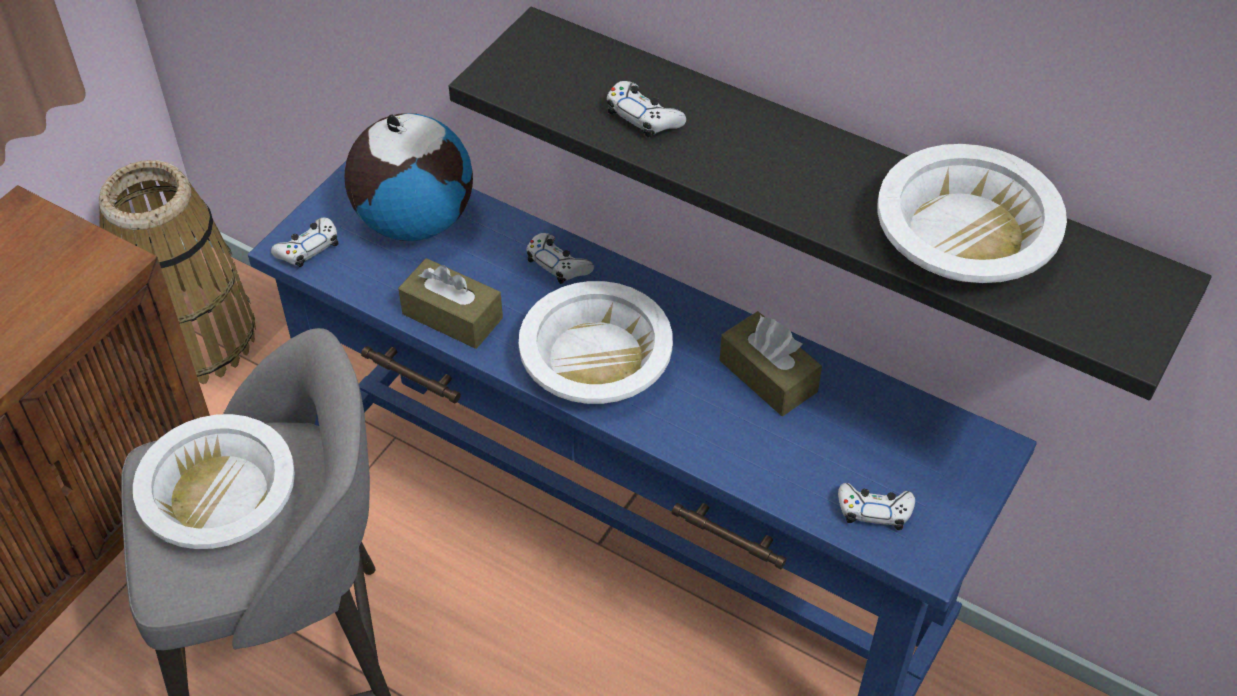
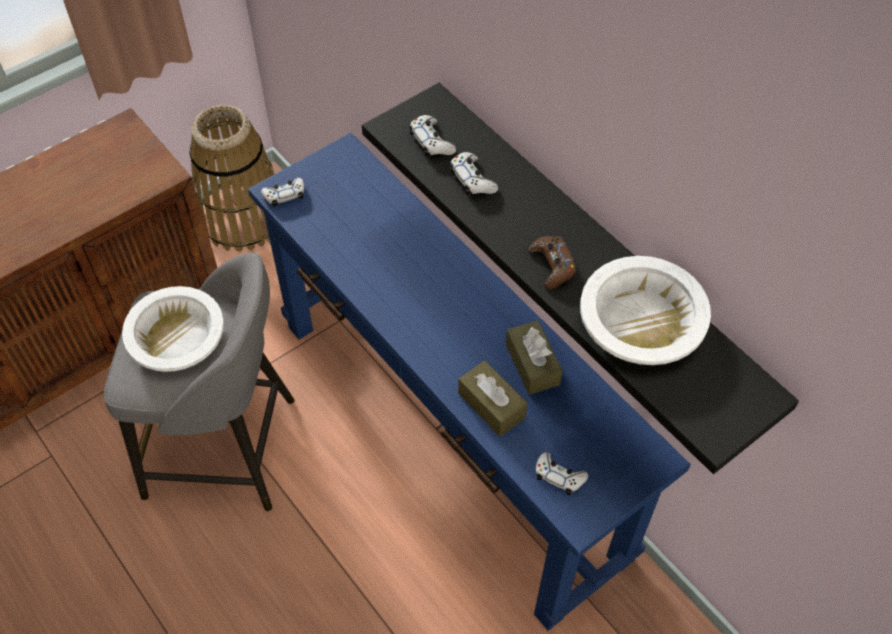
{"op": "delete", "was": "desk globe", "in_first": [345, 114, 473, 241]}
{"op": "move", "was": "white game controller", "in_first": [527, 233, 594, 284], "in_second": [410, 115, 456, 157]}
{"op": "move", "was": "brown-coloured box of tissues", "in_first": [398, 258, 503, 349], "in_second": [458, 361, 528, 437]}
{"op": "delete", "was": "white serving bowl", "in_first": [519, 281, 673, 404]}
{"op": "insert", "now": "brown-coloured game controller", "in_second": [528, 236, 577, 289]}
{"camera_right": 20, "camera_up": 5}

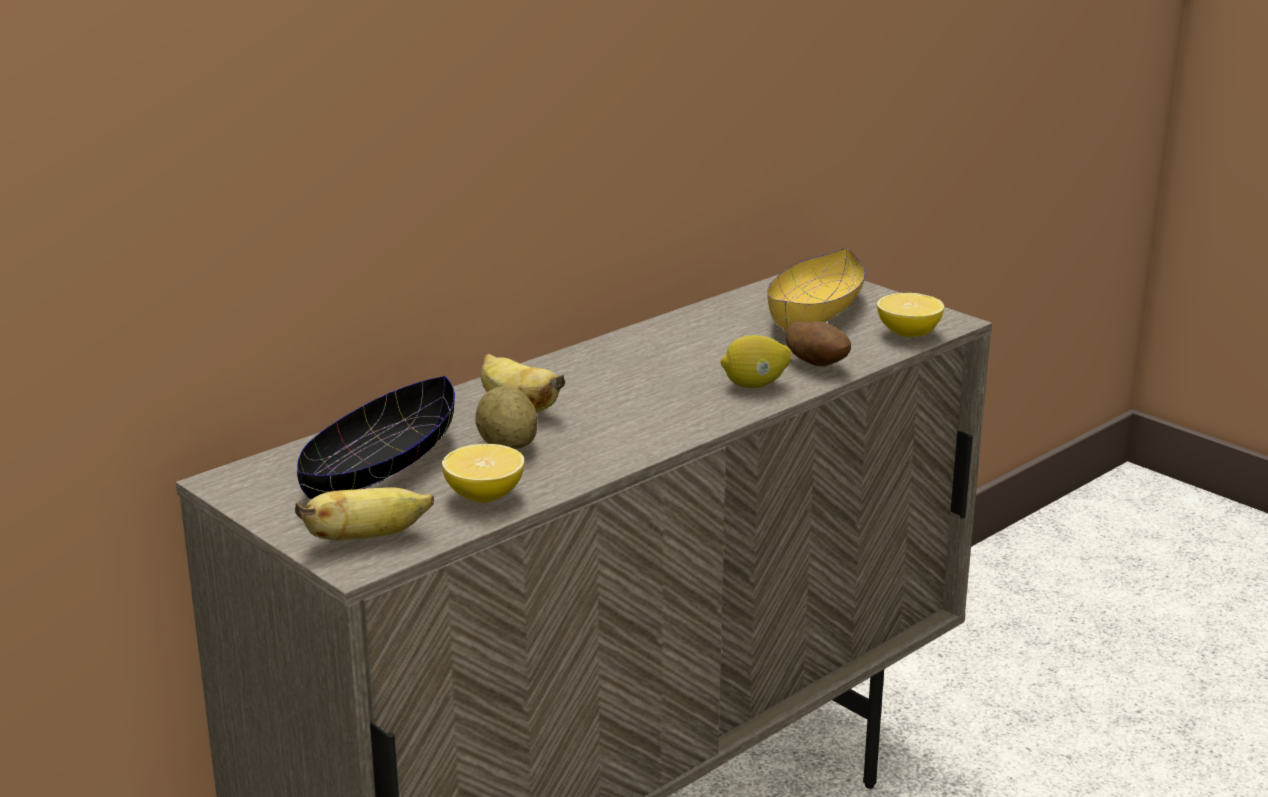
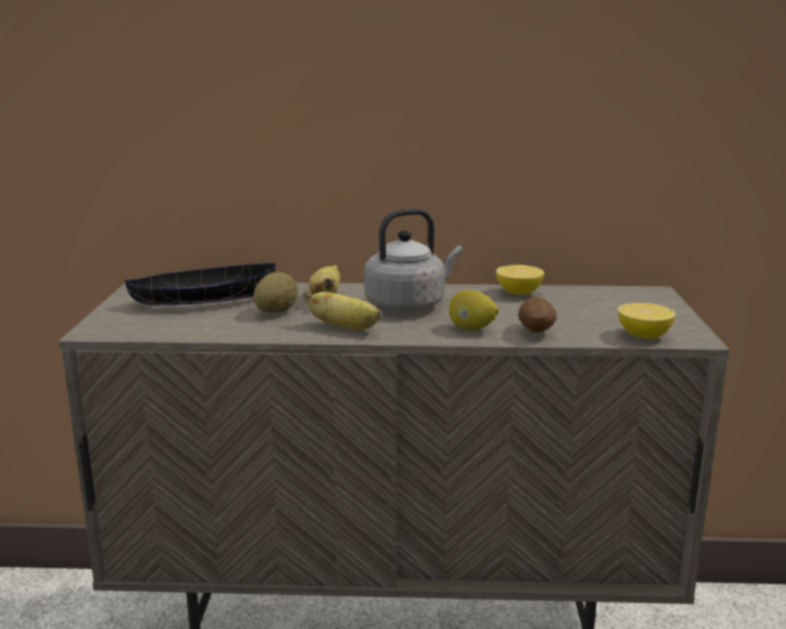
{"op": "delete", "was": "yellowish serving bowl", "in_first": [767, 247, 865, 331]}
{"op": "move", "was": "whole lemon", "in_first": [442, 444, 525, 503], "in_second": [496, 265, 544, 295]}
{"op": "move", "was": "banana", "in_first": [295, 487, 434, 540], "in_second": [304, 290, 381, 330]}
{"op": "insert", "now": "greyish tea kettle", "in_second": [364, 208, 463, 312]}
{"camera_right": 45, "camera_up": -5}

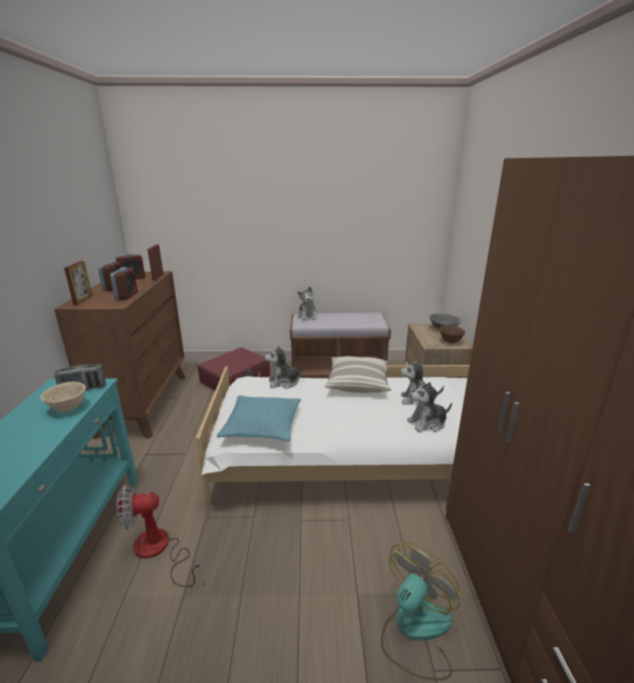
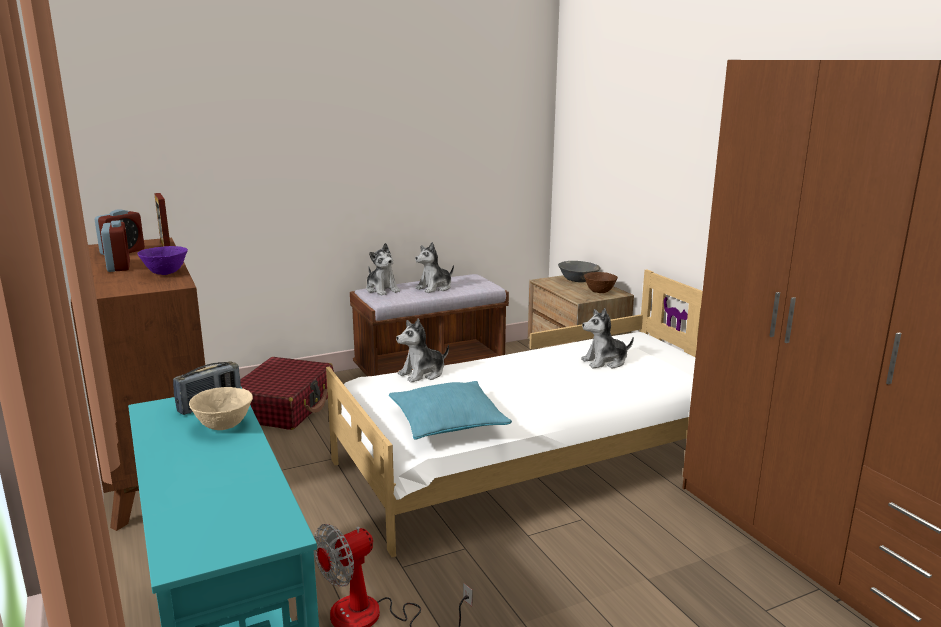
{"op": "delete", "was": "standing frame", "in_first": [64, 261, 92, 305]}
{"op": "replace", "was": "alarm clock", "now": "purple-coloured serving bowl", "in_first": [110, 267, 138, 300], "in_second": [137, 246, 188, 275]}
{"op": "delete", "was": "pillow", "in_first": [324, 356, 391, 393]}
{"op": "move", "was": "plush toy", "in_first": [407, 379, 452, 432], "in_second": [415, 242, 454, 293]}
{"op": "delete", "was": "electric fan", "in_first": [381, 542, 460, 681]}
{"camera_right": -25, "camera_up": -5}

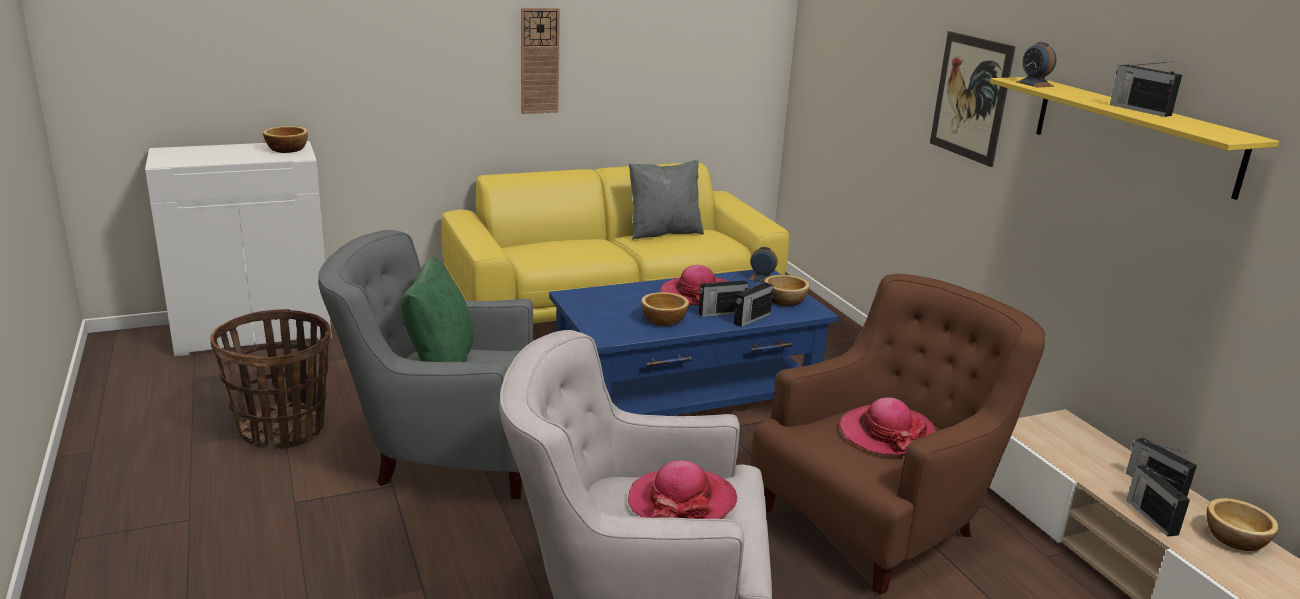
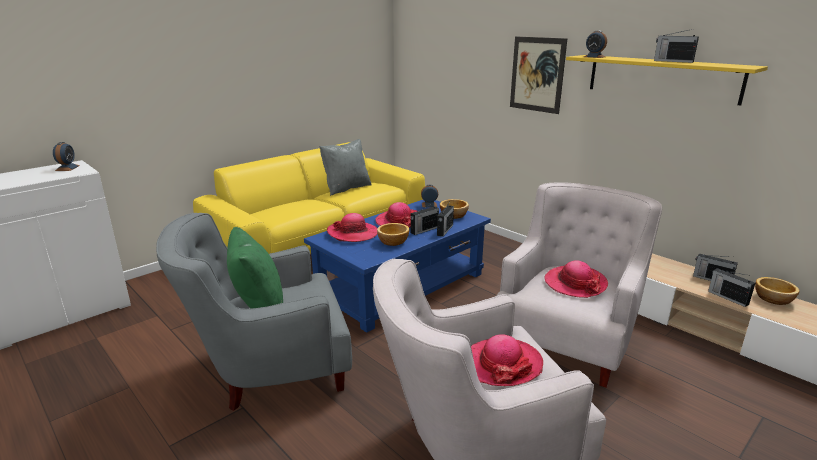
{"op": "delete", "was": "hanging clock", "in_first": [521, 8, 560, 114]}
{"op": "replace", "was": "serving bowl", "now": "alarm clock", "in_first": [263, 126, 308, 153], "in_second": [53, 142, 80, 171]}
{"op": "recolor", "was": "brown-coloured lounge chair", "now": "white lounge chair", "in_first": [750, 274, 1045, 595], "in_second": [497, 182, 662, 388]}
{"op": "delete", "was": "basket", "in_first": [210, 309, 331, 450]}
{"op": "insert", "now": "hat", "in_second": [327, 213, 377, 242]}
{"camera_right": -20, "camera_up": 0}

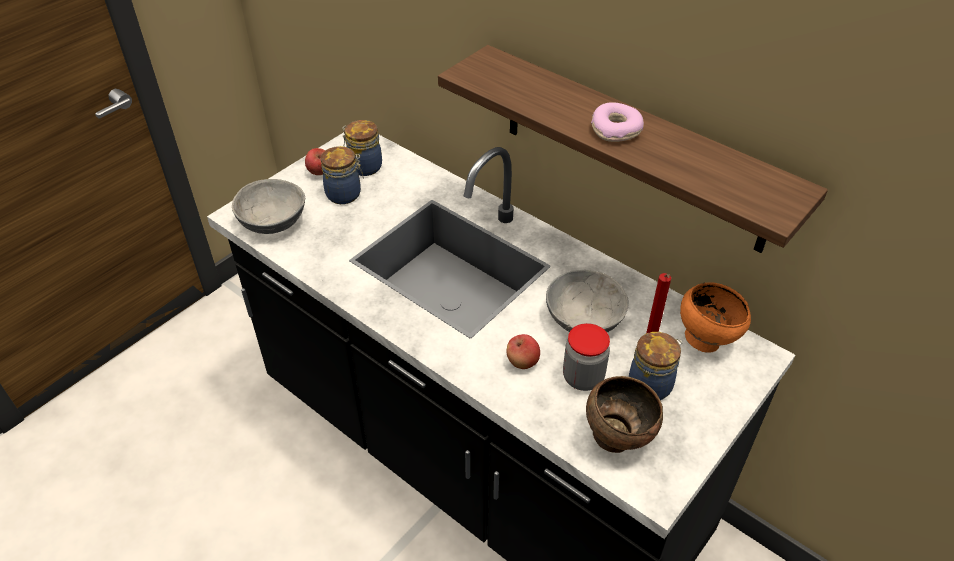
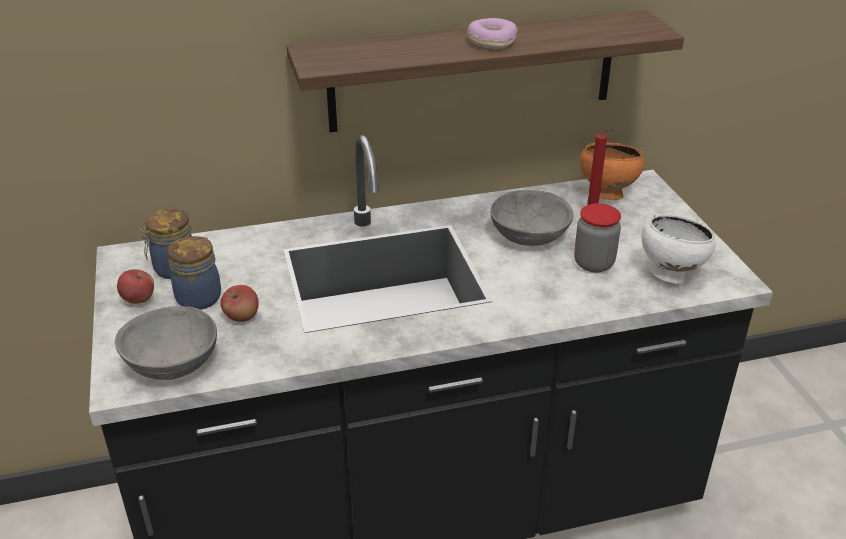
{"op": "delete", "was": "storage jar", "in_first": [629, 332, 682, 400]}
{"op": "move", "was": "apple", "in_first": [507, 334, 540, 369], "in_second": [220, 285, 259, 322]}
{"op": "recolor", "was": "brown-coloured serving bowl", "now": "white serving bowl", "in_first": [586, 376, 663, 453], "in_second": [641, 213, 716, 284]}
{"camera_right": -55, "camera_up": -10}

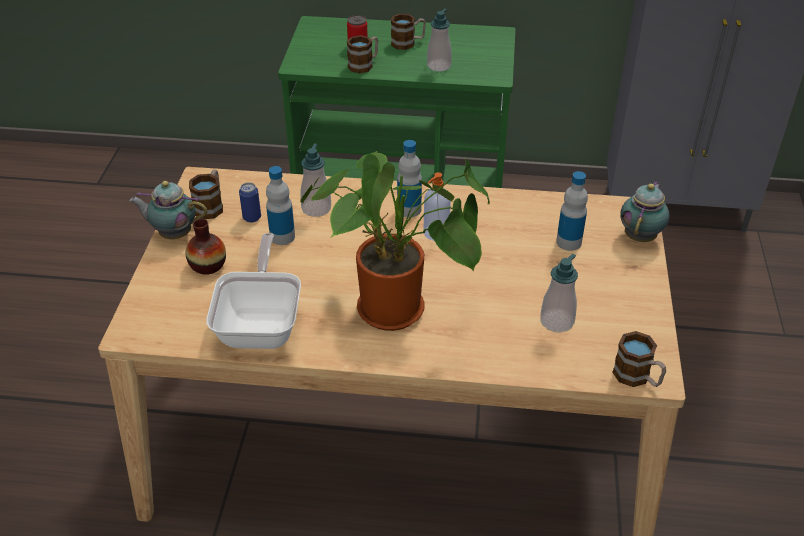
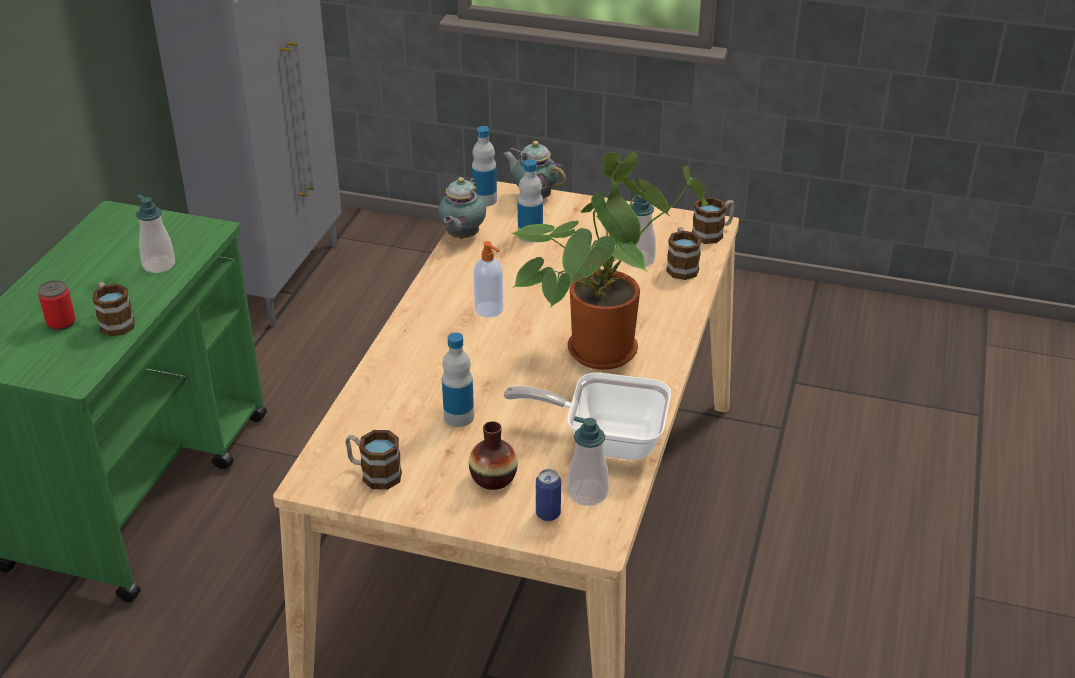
{"op": "move", "was": "tea mug", "in_first": [391, 14, 426, 50], "in_second": [666, 227, 702, 280]}
{"op": "move", "was": "bottle", "in_first": [397, 140, 422, 217], "in_second": [472, 126, 497, 207]}
{"op": "move", "was": "soap bottle", "in_first": [301, 144, 331, 217], "in_second": [568, 416, 609, 506]}
{"op": "move", "was": "teapot", "in_first": [129, 181, 207, 239], "in_second": [438, 177, 486, 239]}
{"op": "move", "was": "metal can", "in_first": [239, 182, 261, 223], "in_second": [536, 469, 561, 521]}
{"camera_right": -80, "camera_up": -5}

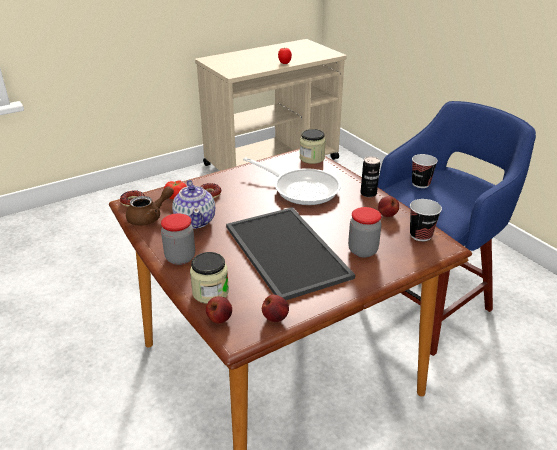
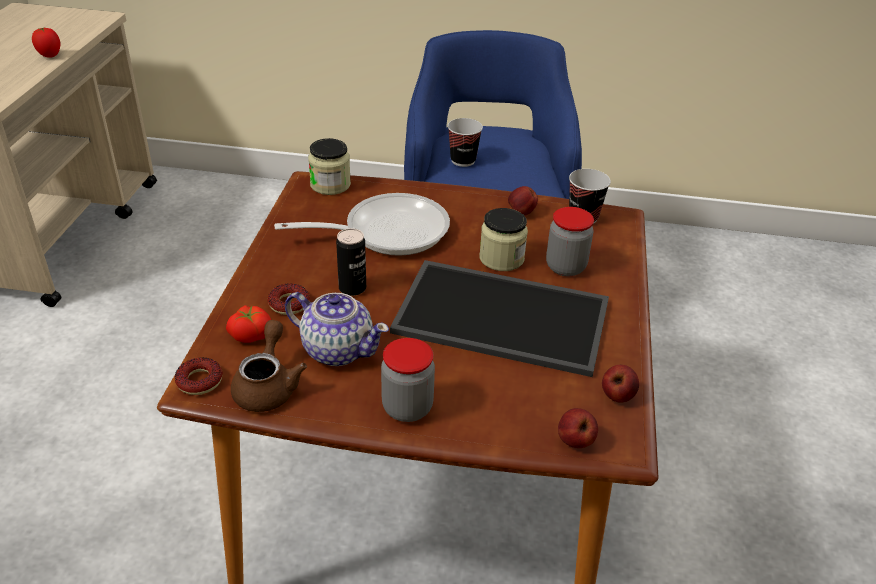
{"op": "move", "was": "metal can", "in_first": [360, 156, 380, 197], "in_second": [336, 228, 366, 296]}
{"op": "move", "was": "storage jar", "in_first": [190, 252, 229, 304], "in_second": [479, 208, 528, 271]}
{"camera_right": -50, "camera_up": 5}

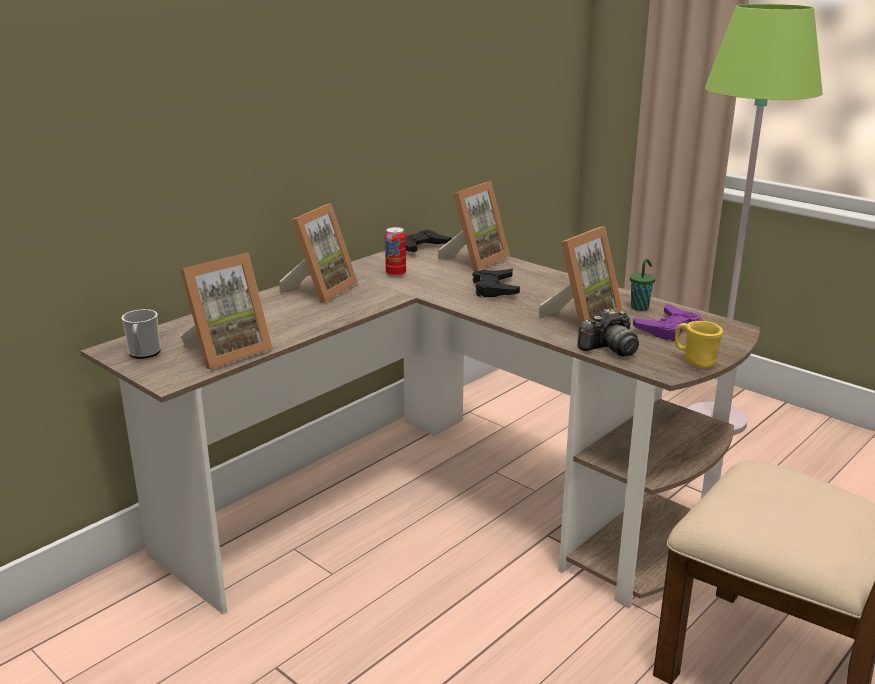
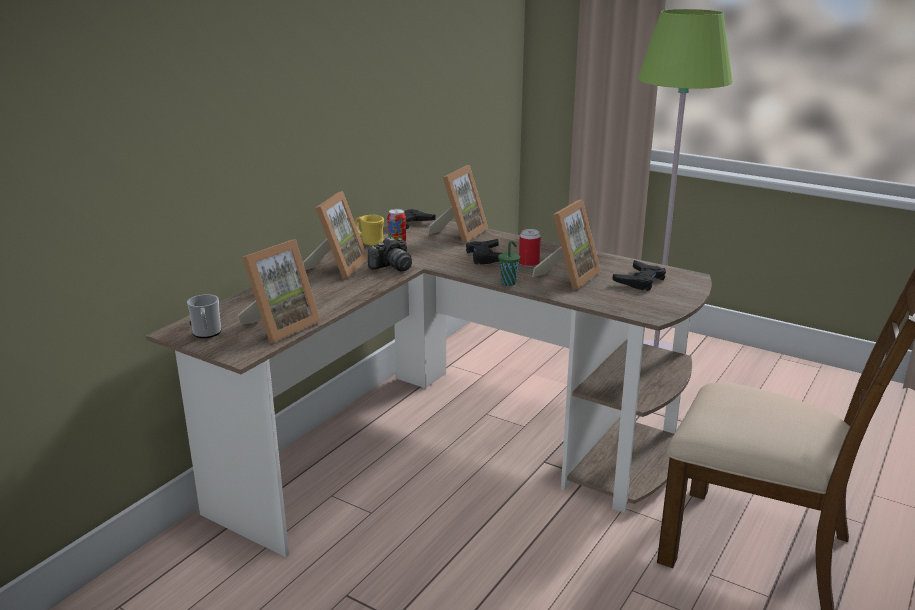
{"op": "move", "was": "green-coloured small cup", "in_first": [630, 259, 656, 311], "in_second": [498, 240, 520, 286]}
{"op": "recolor", "was": "purple-coloured game controller", "now": "black game controller", "in_first": [633, 303, 702, 341], "in_second": [612, 260, 666, 291]}
{"op": "move", "was": "photo camera", "in_first": [577, 308, 639, 356], "in_second": [368, 237, 412, 271]}
{"op": "move", "was": "yellowish tea mug", "in_first": [675, 321, 723, 368], "in_second": [355, 215, 384, 246]}
{"op": "insert", "now": "metal can", "in_second": [519, 229, 541, 267]}
{"camera_right": -10, "camera_up": 0}

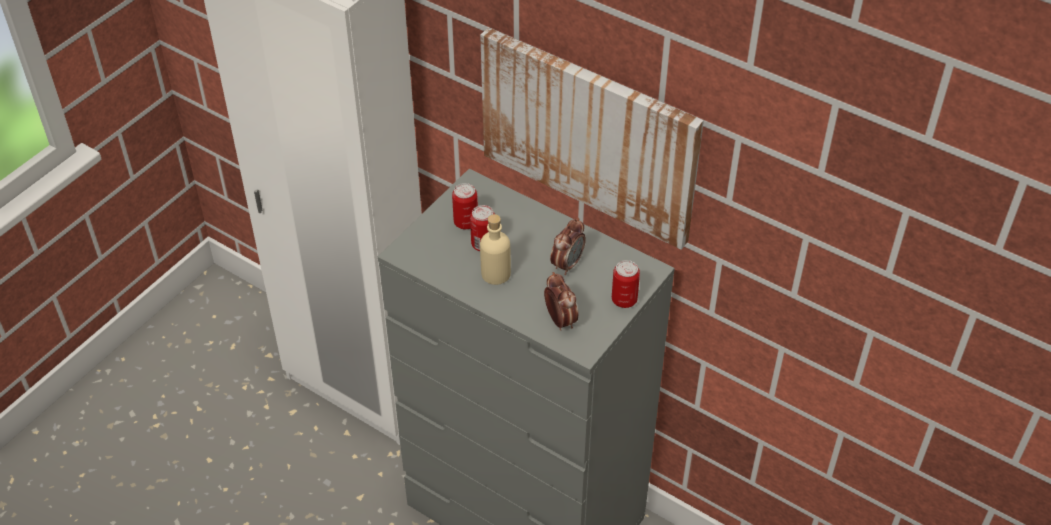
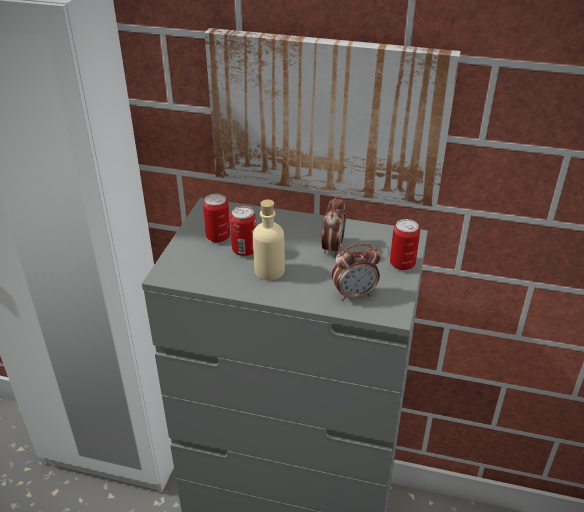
{"op": "rotate", "was": "alarm clock", "in_first": [544, 272, 578, 331], "in_second": [332, 243, 380, 301], "clockwise": 120}
{"camera_right": -20, "camera_up": -10}

